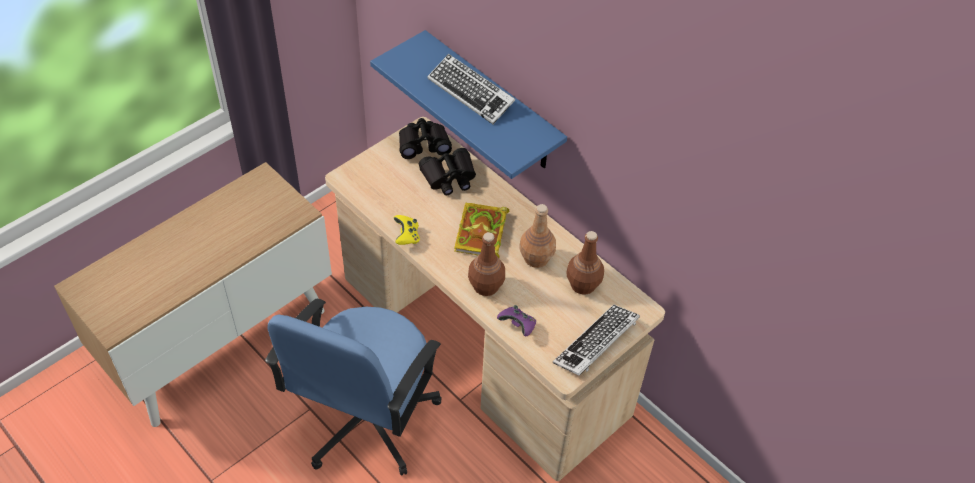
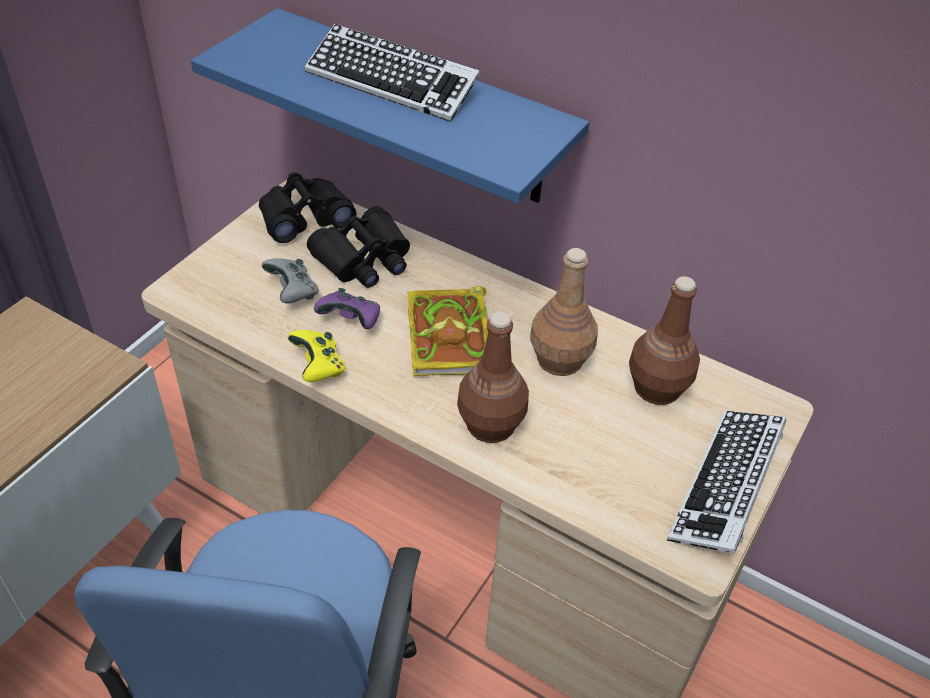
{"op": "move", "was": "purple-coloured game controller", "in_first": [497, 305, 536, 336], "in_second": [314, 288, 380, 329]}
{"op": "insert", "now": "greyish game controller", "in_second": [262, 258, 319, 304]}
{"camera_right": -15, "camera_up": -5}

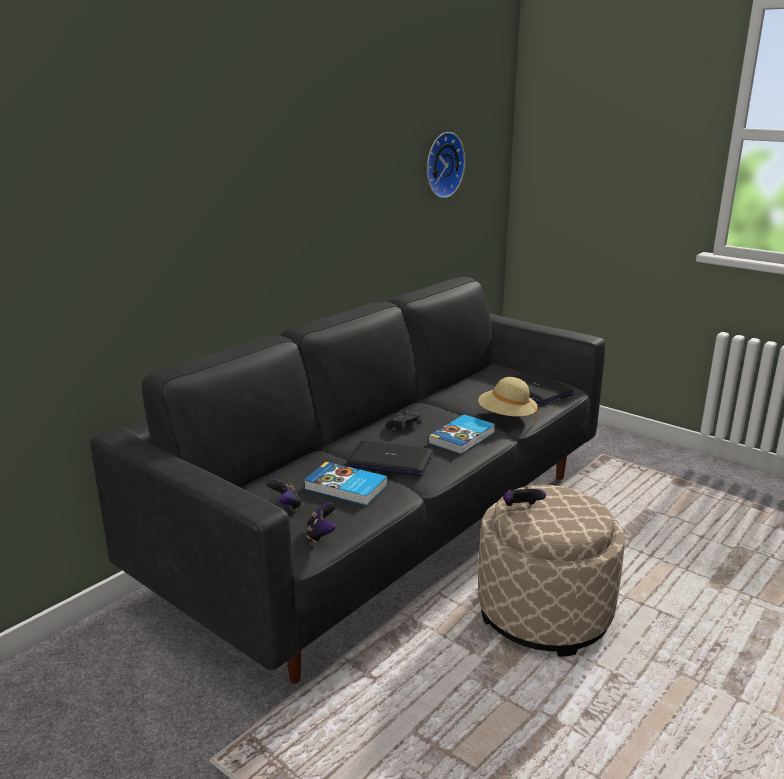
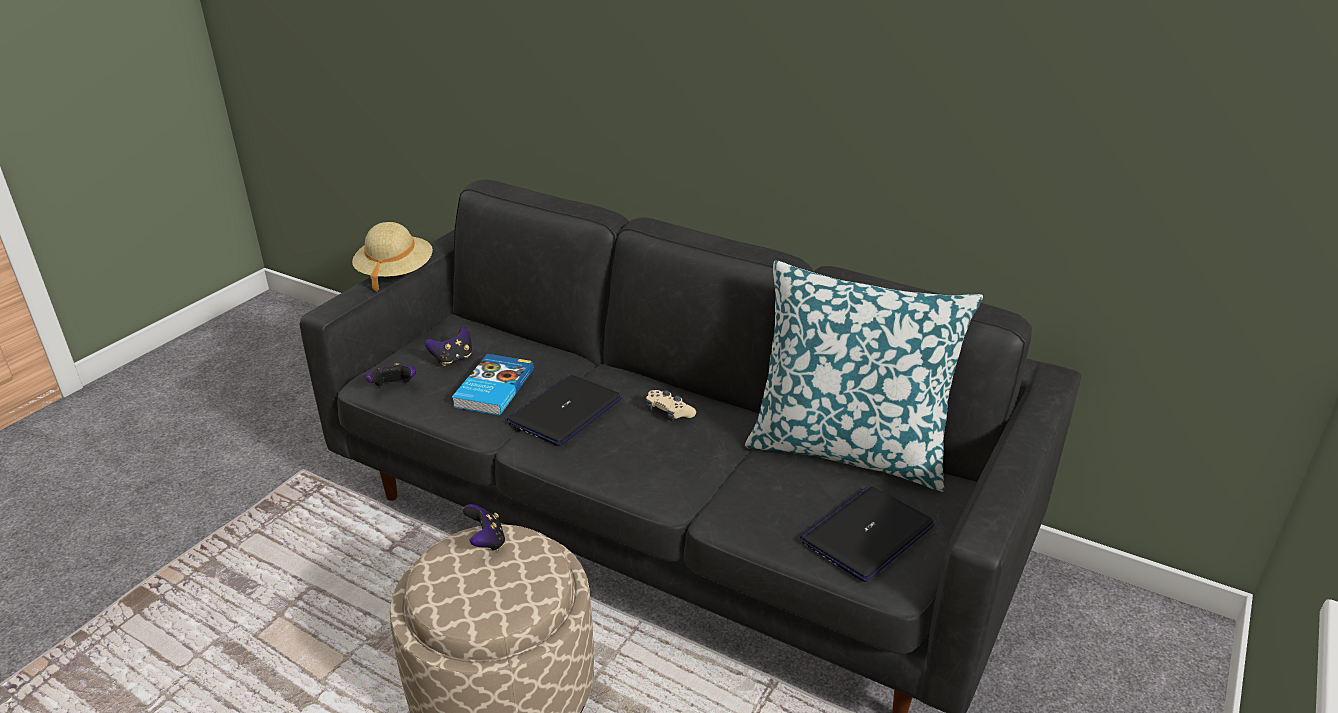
{"op": "delete", "was": "hanging clock", "in_first": [427, 132, 465, 198]}
{"op": "move", "was": "beige-coloured hat", "in_first": [478, 377, 538, 422], "in_second": [352, 222, 433, 292]}
{"op": "recolor", "was": "black game controller", "now": "beige-coloured game controller", "in_first": [385, 411, 422, 430], "in_second": [646, 390, 696, 421]}
{"op": "delete", "was": "volume", "in_first": [428, 415, 495, 454]}
{"op": "rotate", "was": "portable computer", "in_first": [346, 441, 434, 476], "in_second": [507, 375, 622, 446], "clockwise": -150}
{"op": "insert", "now": "pillow", "in_second": [745, 261, 983, 492]}
{"camera_right": 80, "camera_up": 10}

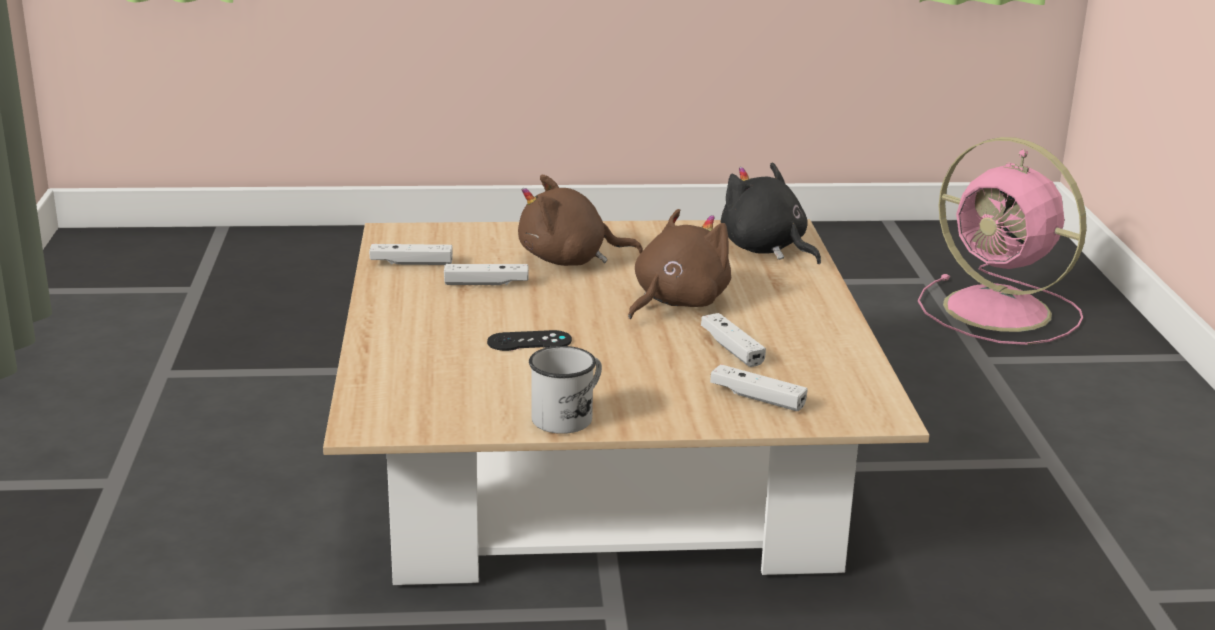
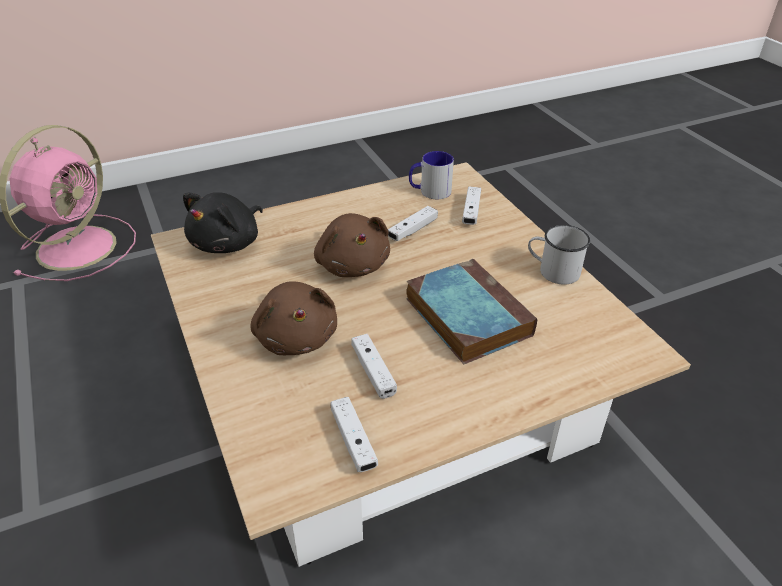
{"op": "rotate", "was": "brown-coloured plush toy", "in_first": [628, 209, 731, 319], "in_second": [314, 213, 390, 277], "clockwise": -135}
{"op": "replace", "was": "black game controller", "now": "volume", "in_first": [487, 330, 572, 351], "in_second": [406, 259, 537, 364]}
{"op": "insert", "now": "tea mug", "in_second": [409, 151, 454, 199]}
{"camera_right": -110, "camera_up": 15}

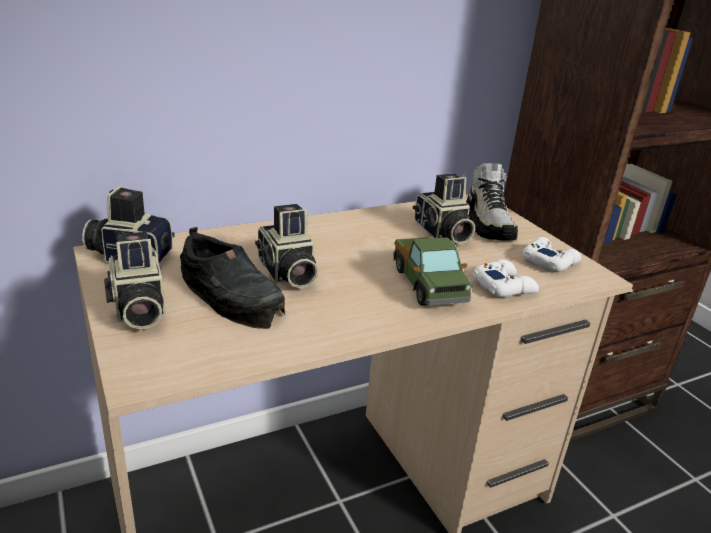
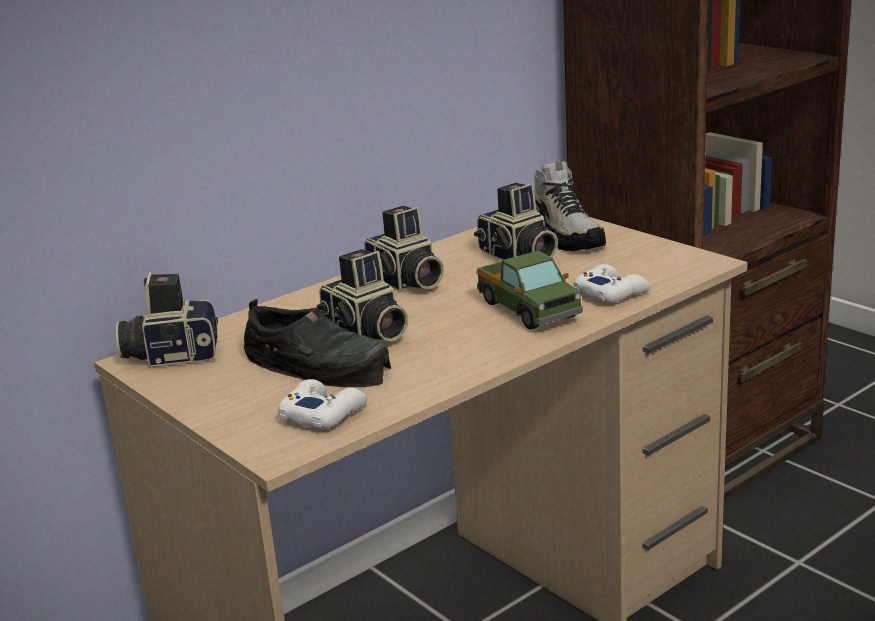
{"op": "move", "was": "photo camera", "in_first": [104, 232, 166, 330], "in_second": [364, 206, 444, 291]}
{"op": "move", "was": "white game controller", "in_first": [523, 237, 581, 272], "in_second": [278, 379, 367, 428]}
{"camera_right": -10, "camera_up": -5}

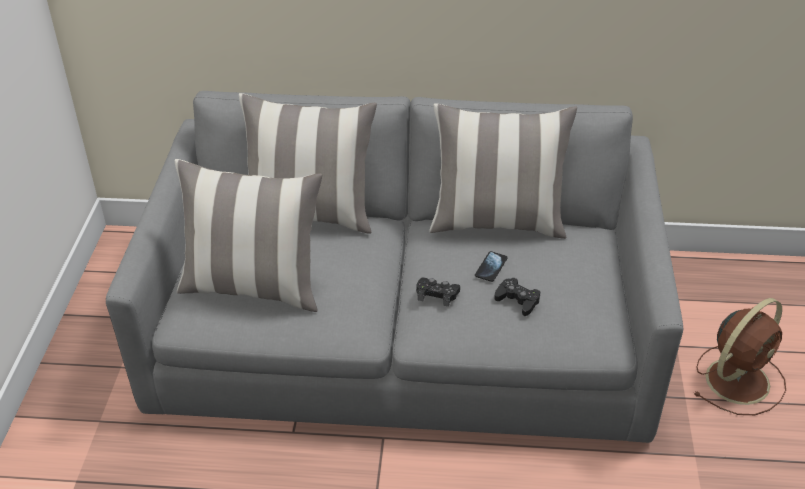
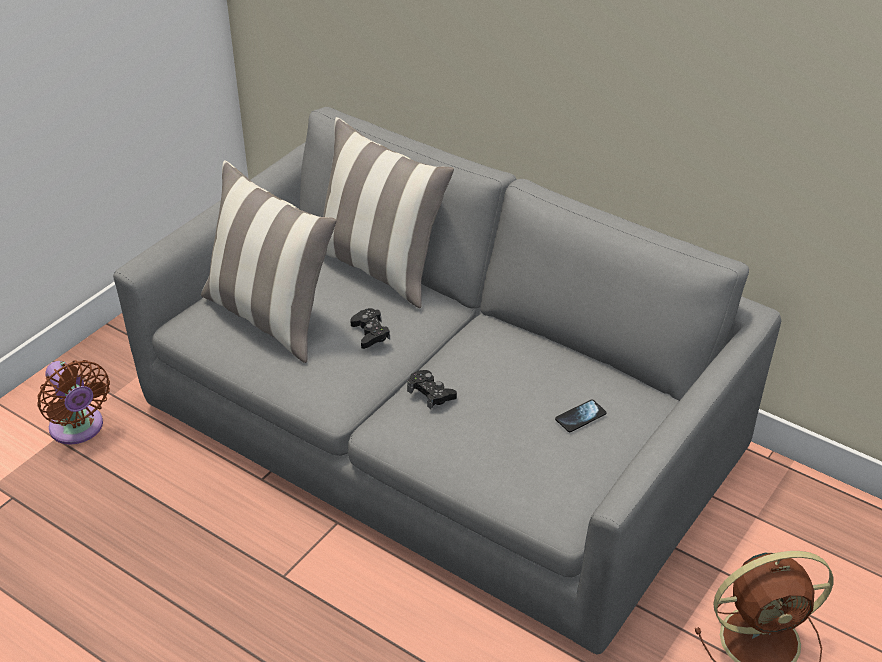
{"op": "delete", "was": "pillow", "in_first": [429, 103, 577, 239]}
{"op": "move", "was": "phone", "in_first": [475, 251, 508, 282], "in_second": [555, 399, 607, 432]}
{"op": "move", "was": "black game controller", "in_first": [494, 278, 540, 316], "in_second": [350, 308, 390, 349]}
{"op": "insert", "now": "brown-coloured electric fan", "in_second": [37, 360, 110, 445]}
{"camera_right": 30, "camera_up": 0}

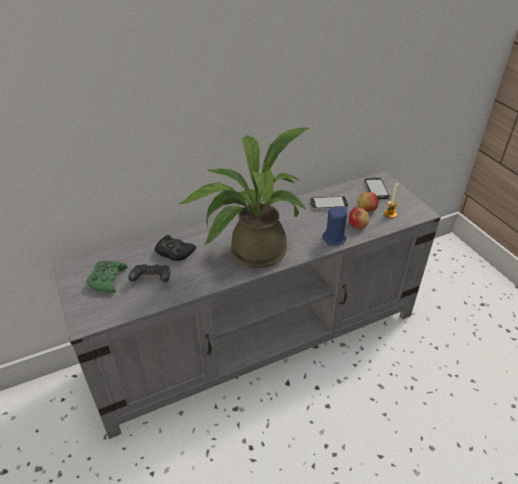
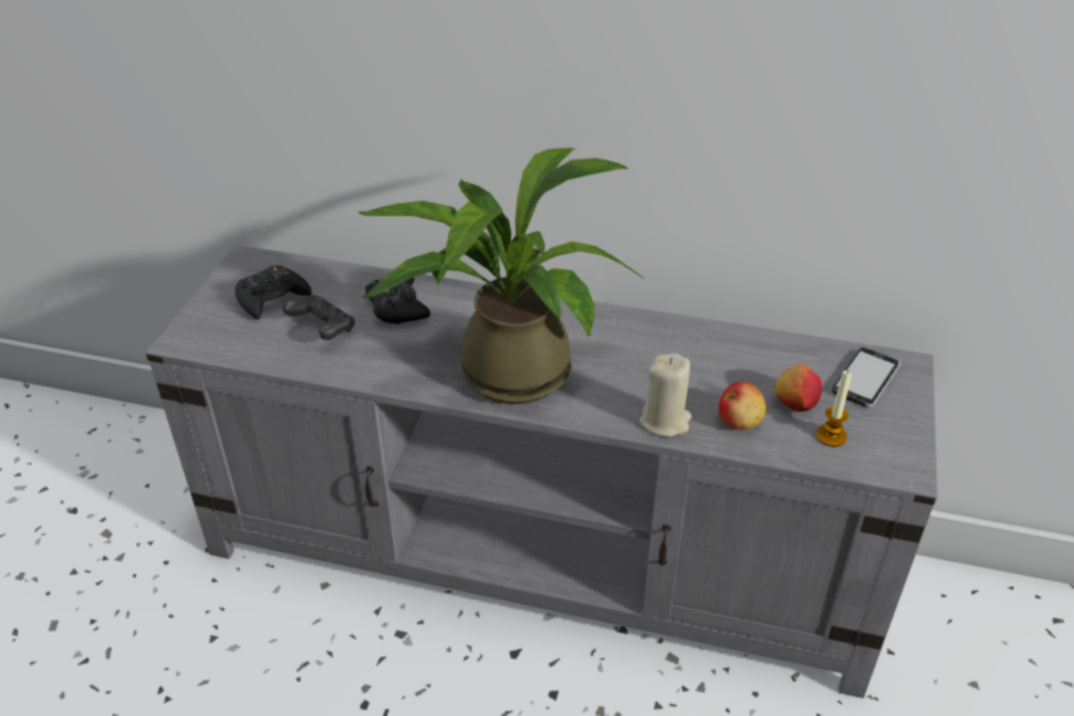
{"op": "delete", "was": "phone", "in_first": [310, 196, 349, 210]}
{"op": "recolor", "was": "blue candle", "now": "beige-coloured candle", "in_first": [322, 206, 347, 246], "in_second": [639, 353, 692, 437]}
{"op": "recolor", "was": "green-coloured game controller", "now": "black game controller", "in_first": [87, 261, 128, 293], "in_second": [235, 265, 312, 320]}
{"camera_right": 40, "camera_up": 0}

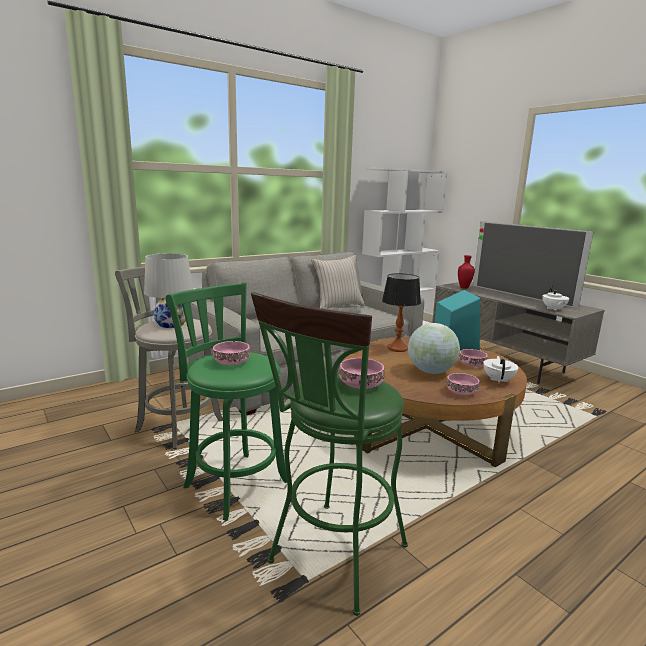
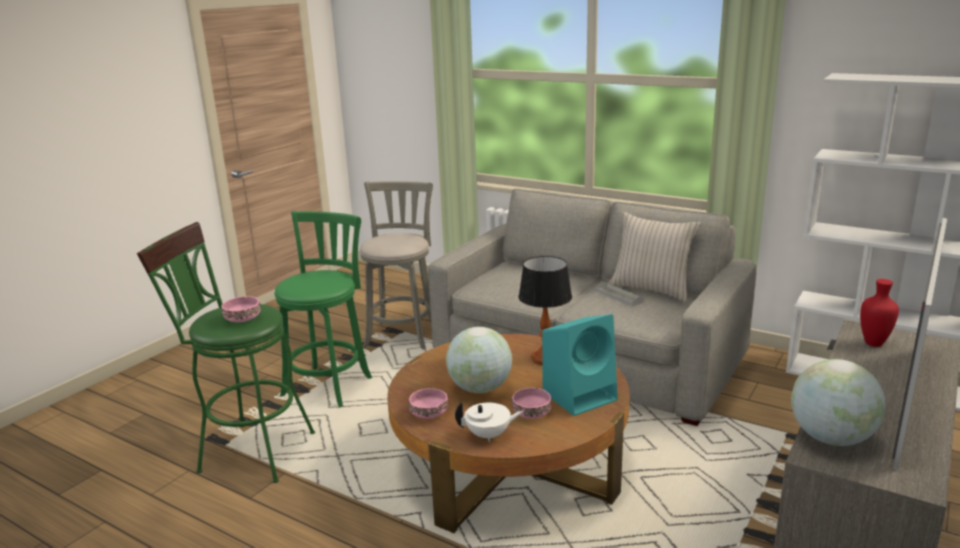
{"op": "delete", "was": "white lamp for a table", "in_first": [144, 253, 193, 328]}
{"op": "replace", "was": "white teapot", "now": "desk globe", "in_first": [542, 286, 569, 311], "in_second": [791, 359, 886, 446]}
{"op": "delete", "was": "pink-coloured serving bowl", "in_first": [213, 341, 250, 365]}
{"camera_right": 70, "camera_up": 5}

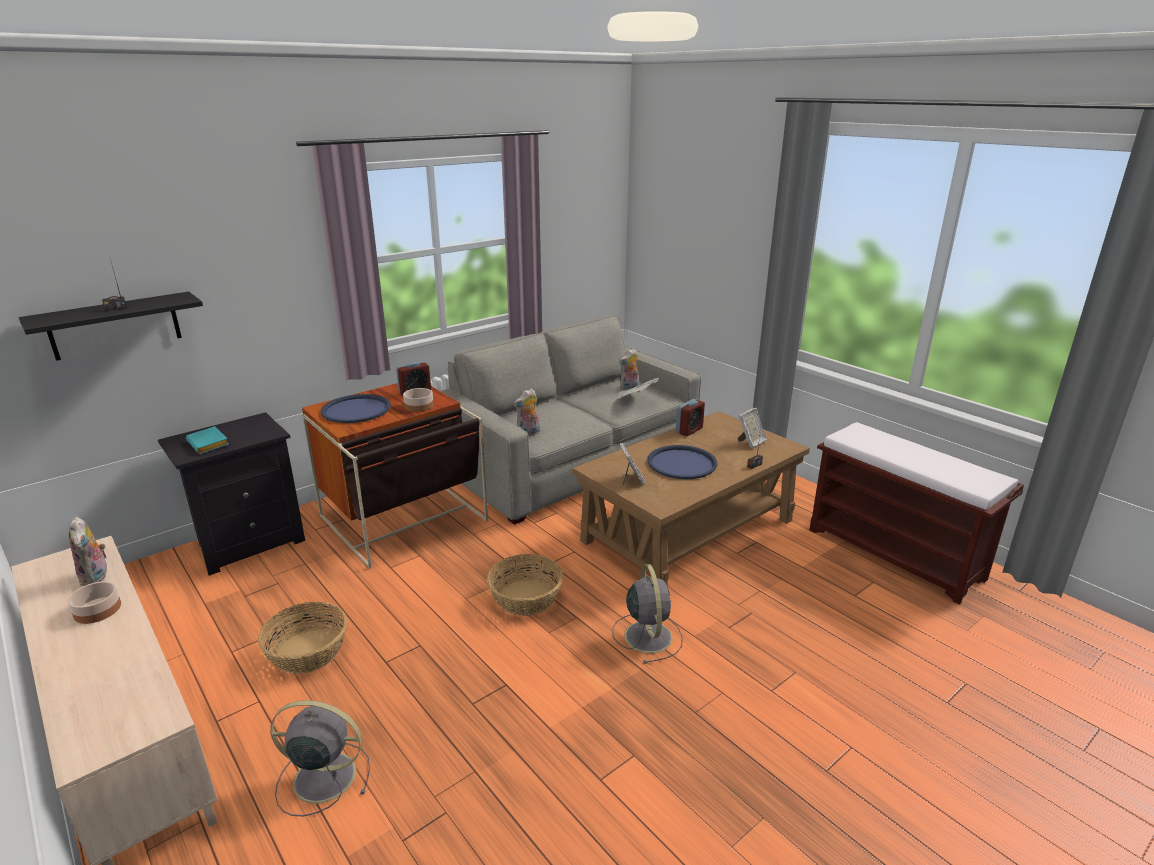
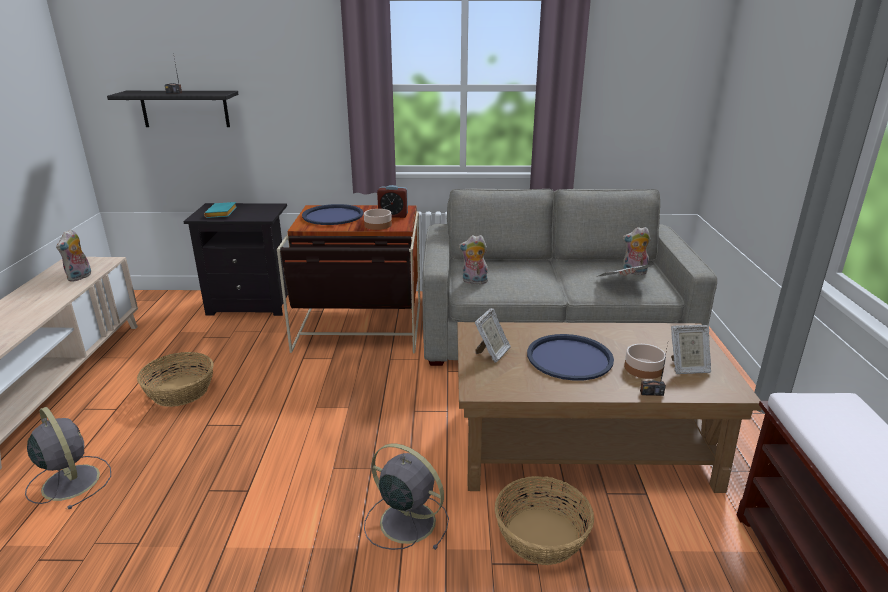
{"op": "delete", "was": "alarm clock", "in_first": [676, 399, 705, 436]}
{"op": "move", "was": "basket", "in_first": [487, 554, 563, 616], "in_second": [495, 476, 594, 565]}
{"op": "rotate", "was": "greyish electric fan", "in_first": [612, 564, 683, 664], "in_second": [364, 444, 449, 550], "clockwise": -90}
{"op": "move", "was": "serving bowl", "in_first": [68, 581, 121, 624], "in_second": [624, 344, 666, 379]}
{"camera_right": 40, "camera_up": 0}

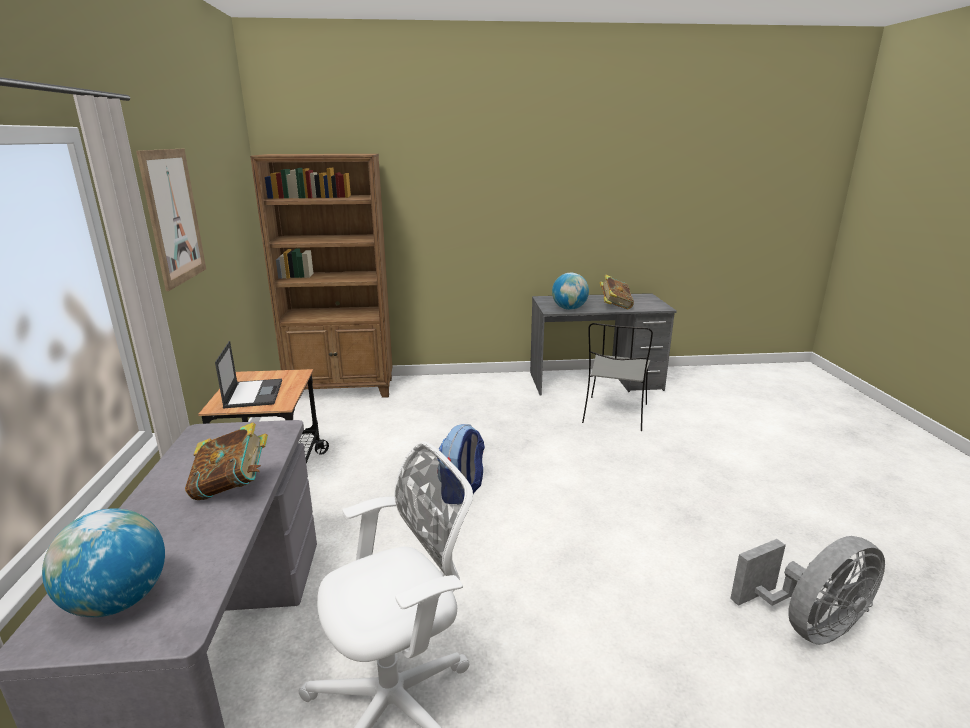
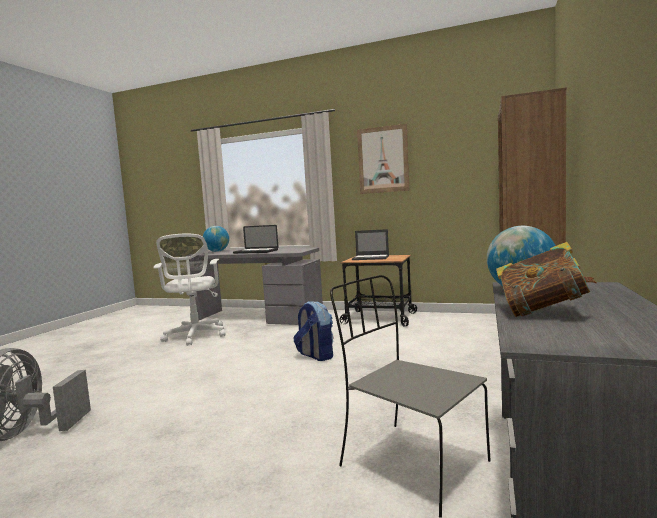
{"op": "replace", "was": "volume", "now": "portable computer", "in_first": [185, 422, 268, 500], "in_second": [233, 225, 278, 254]}
{"camera_right": 115, "camera_up": -15}

